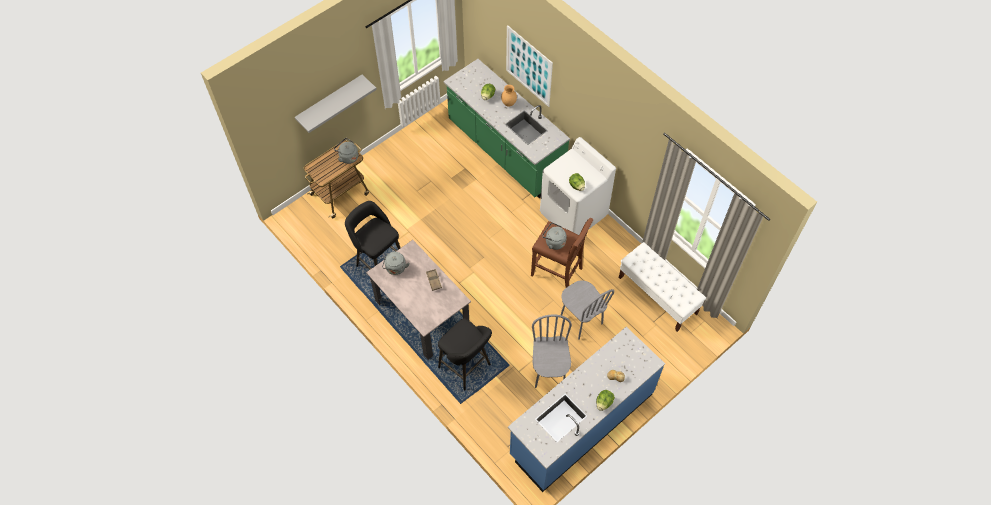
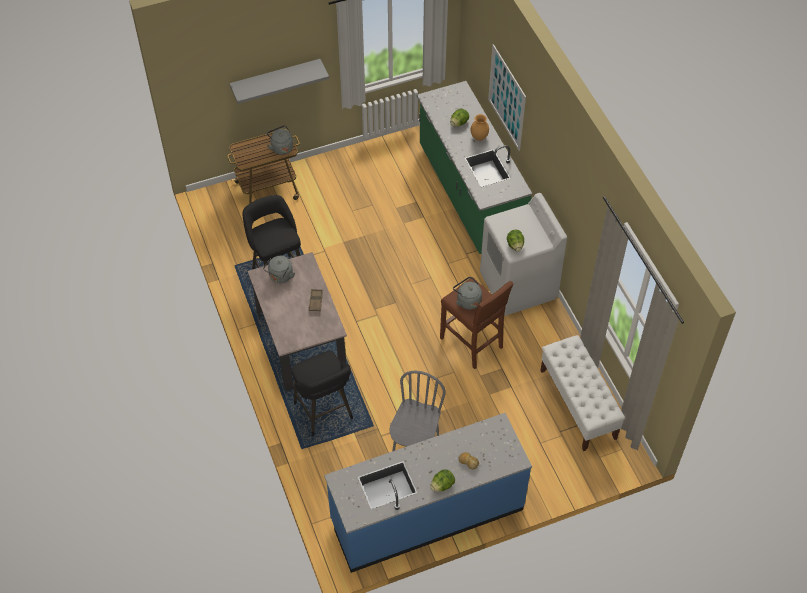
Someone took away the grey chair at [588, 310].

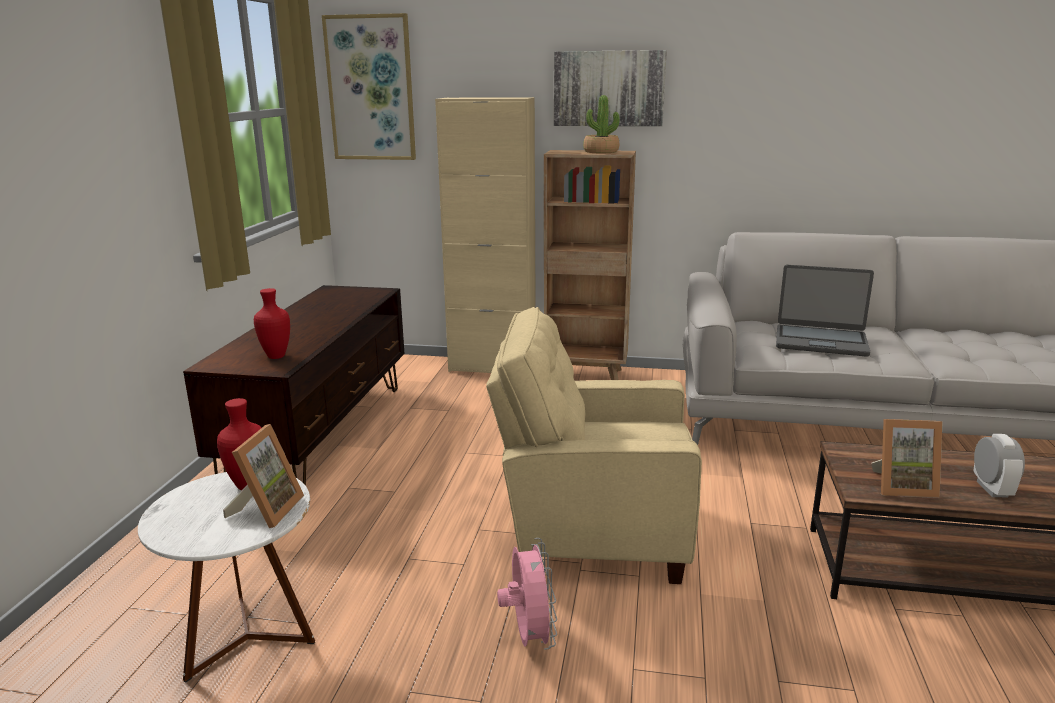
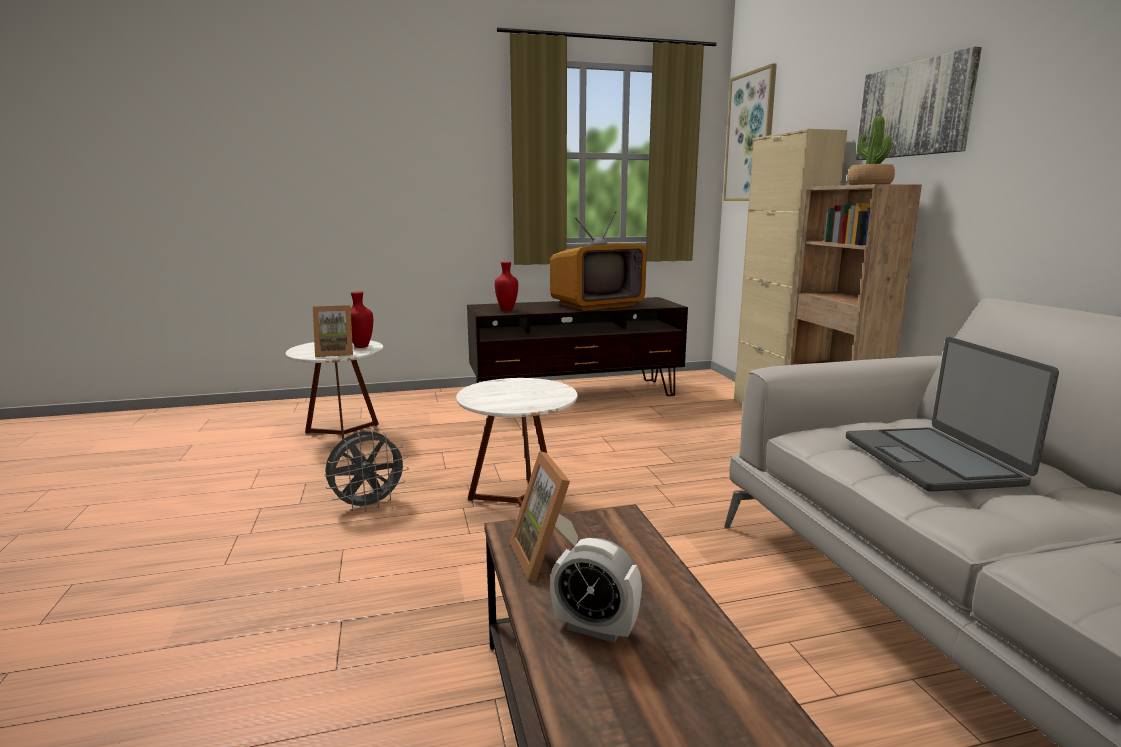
Someone repainted the pink fan at [527, 594], which became the grey fan at [366, 471]. Someone swapped the beige armchair at [594, 445] for the white side table at [517, 443]. Someone put down the television at [598, 261]. Someone rotated the alarm clock at [999, 465] by 45 degrees clockwise.

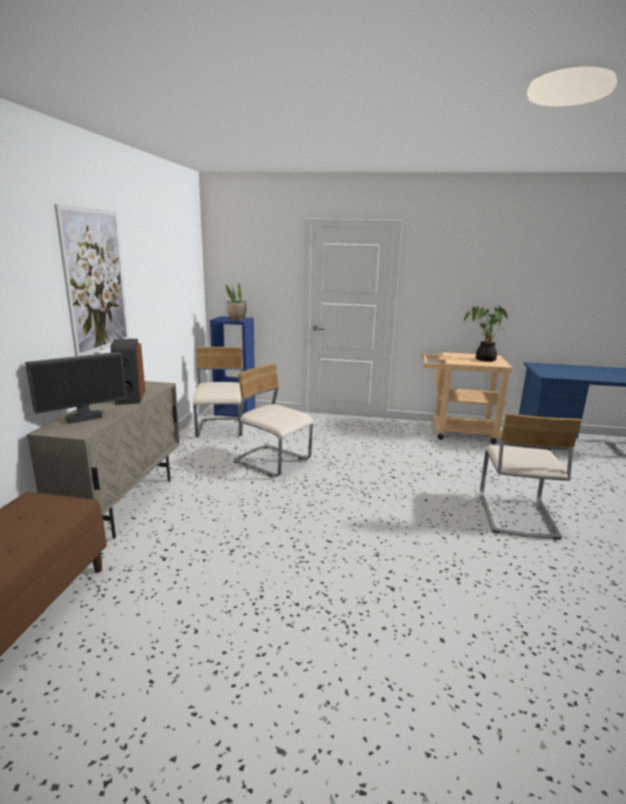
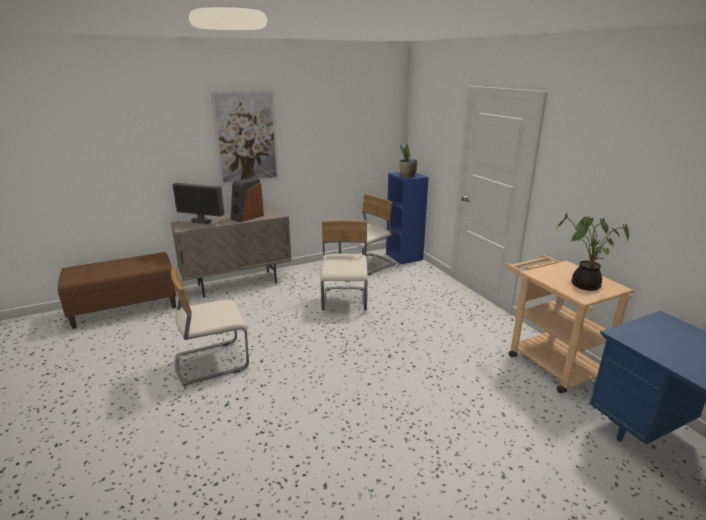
Someone carried the beige chair from [531, 476] to [210, 326].

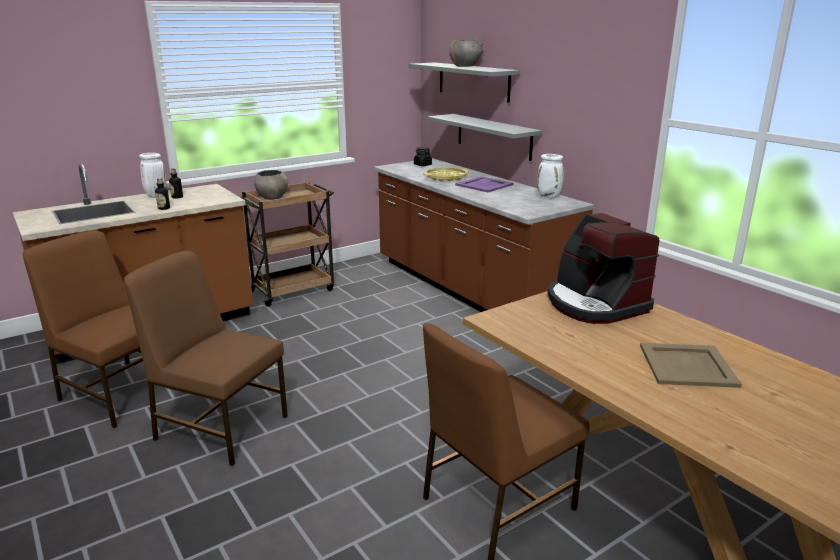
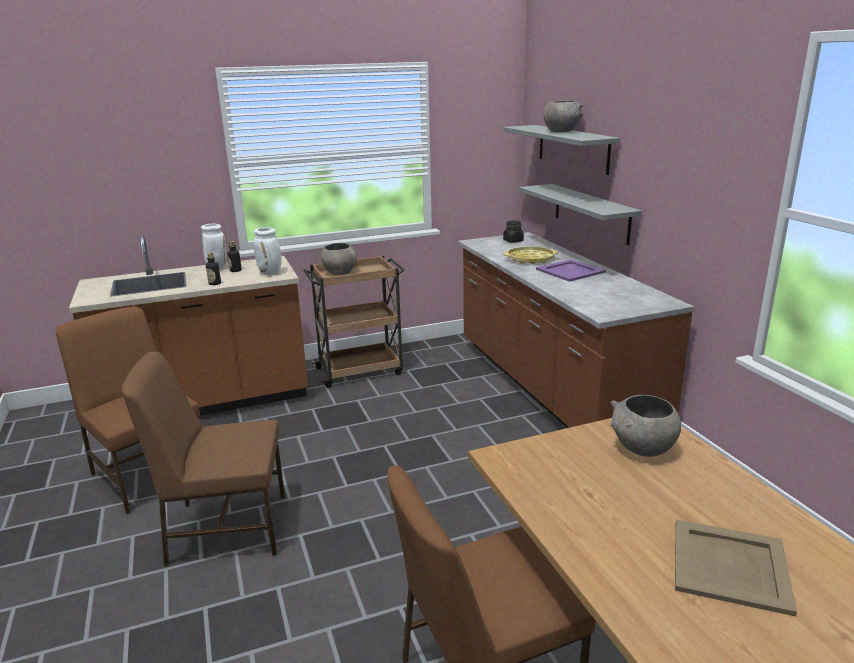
Someone rotated the brown chair at [206, 358] by 45 degrees counterclockwise. Someone carried the white vase from [550, 176] to [267, 251]. Someone swapped the coffee machine at [603, 268] for the grey bowl at [645, 426].

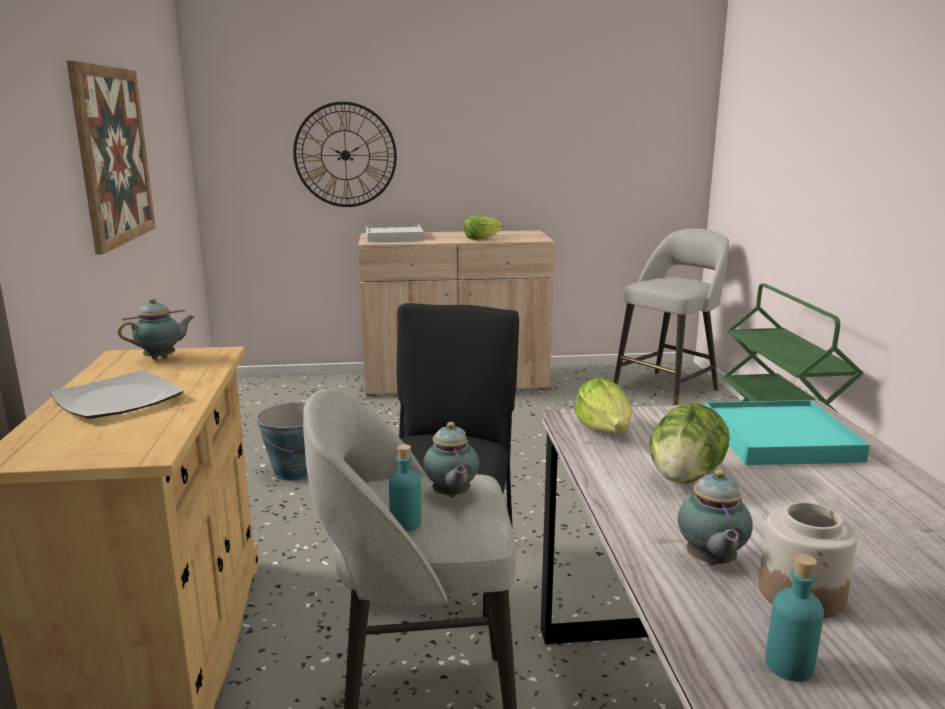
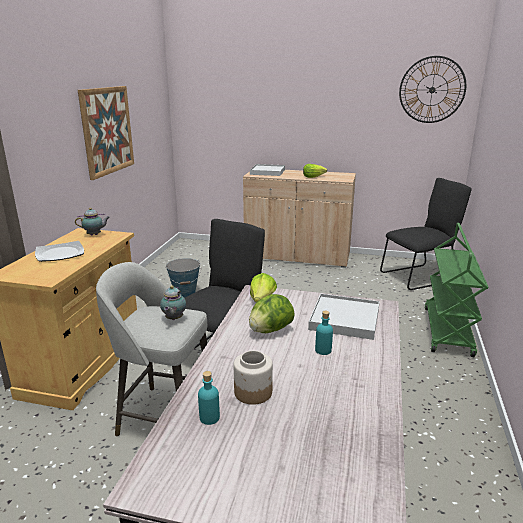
Someone repainted the turquoise tray at [787, 432], which became the white tray at [344, 317]. Someone carried the turquoise bottle from [405, 487] to [324, 333]. Someone swapped the grey stool at [671, 317] for the black chair at [426, 234]. Someone carried the wall clock from [345, 154] to [432, 89]. Someone took away the teapot at [715, 517].

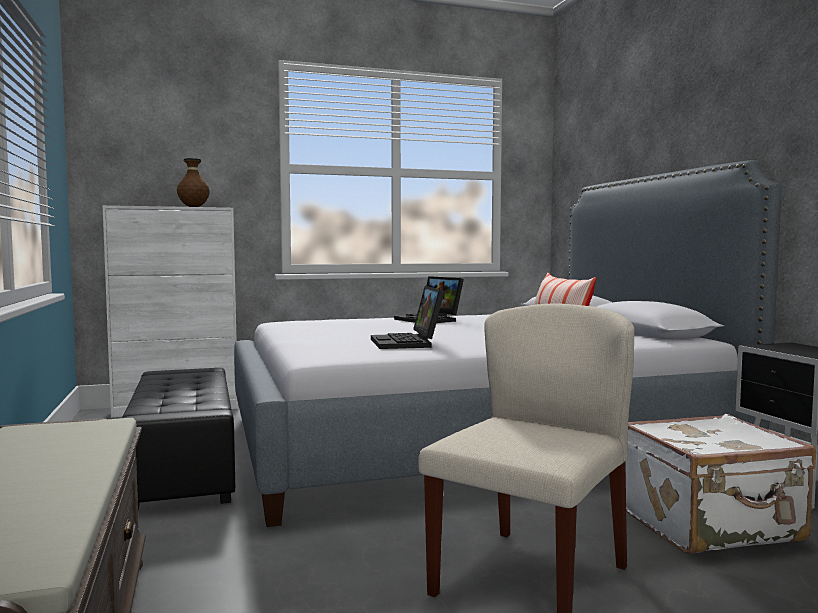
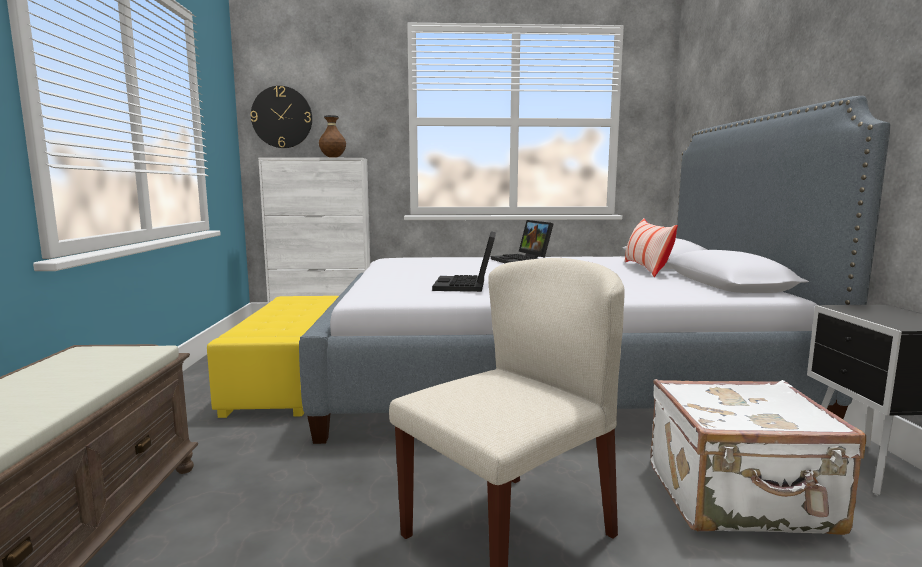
Someone repainted the black ottoman at [178, 439], which became the yellow ottoman at [273, 357]. Someone put up the wall clock at [281, 117].

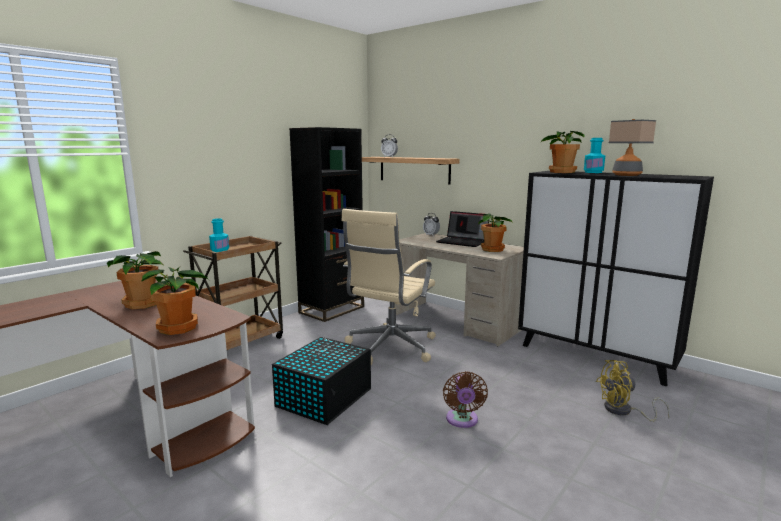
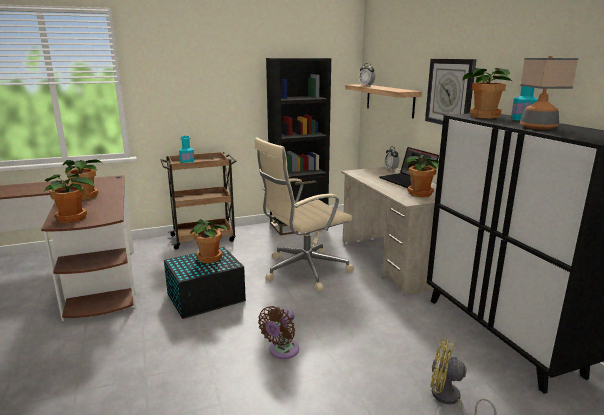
Someone put down the potted plant at [209, 241]. Someone put up the wall clock at [450, 92].

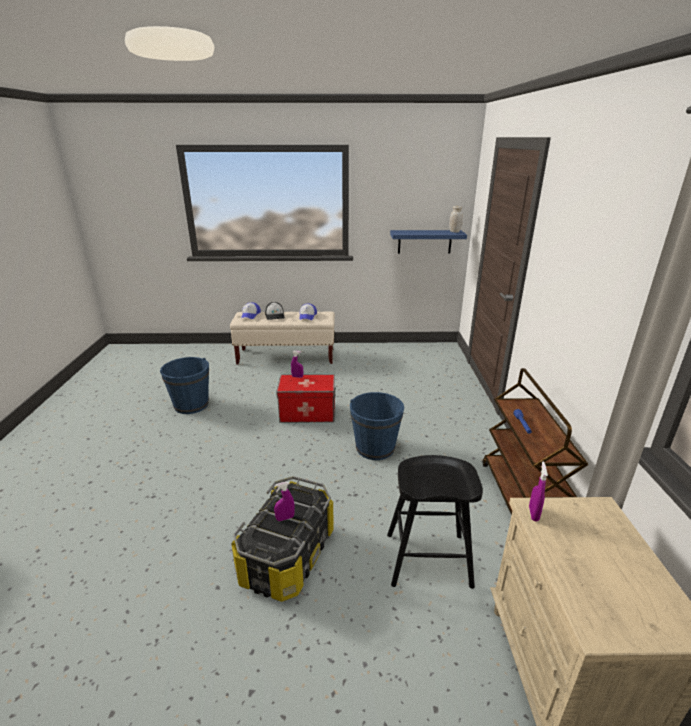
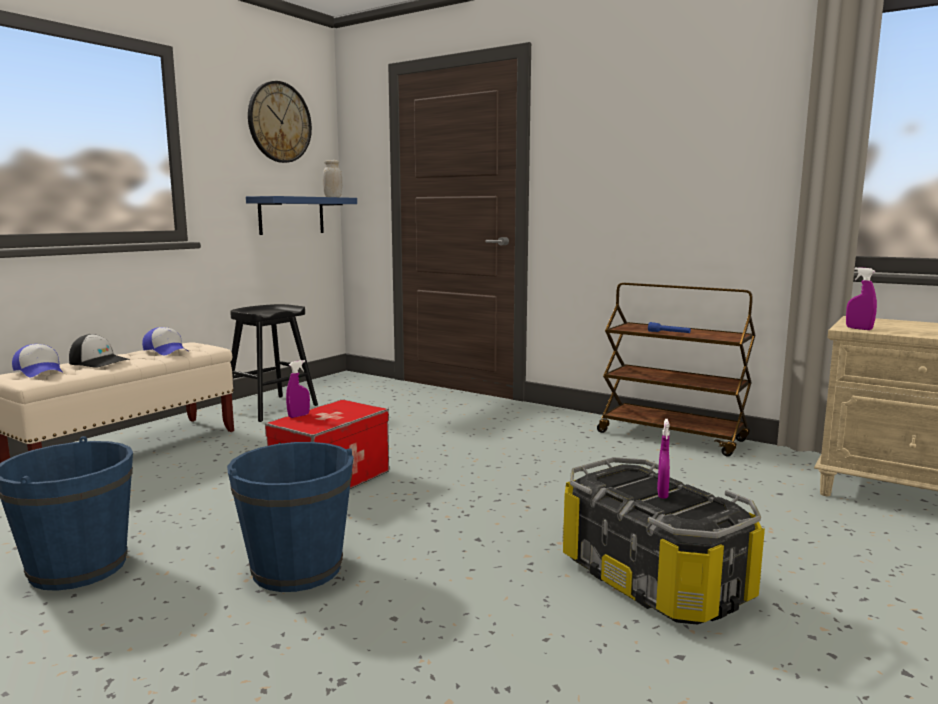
Someone carried the blue bucket from [377, 426] to [290, 517]. Someone carried the black stool from [435, 522] to [274, 363]. Someone put up the wall clock at [280, 122].

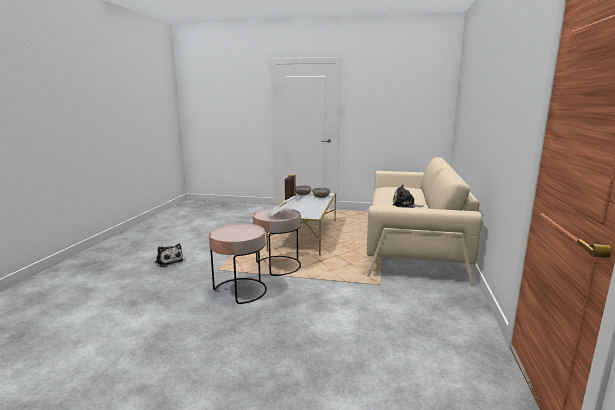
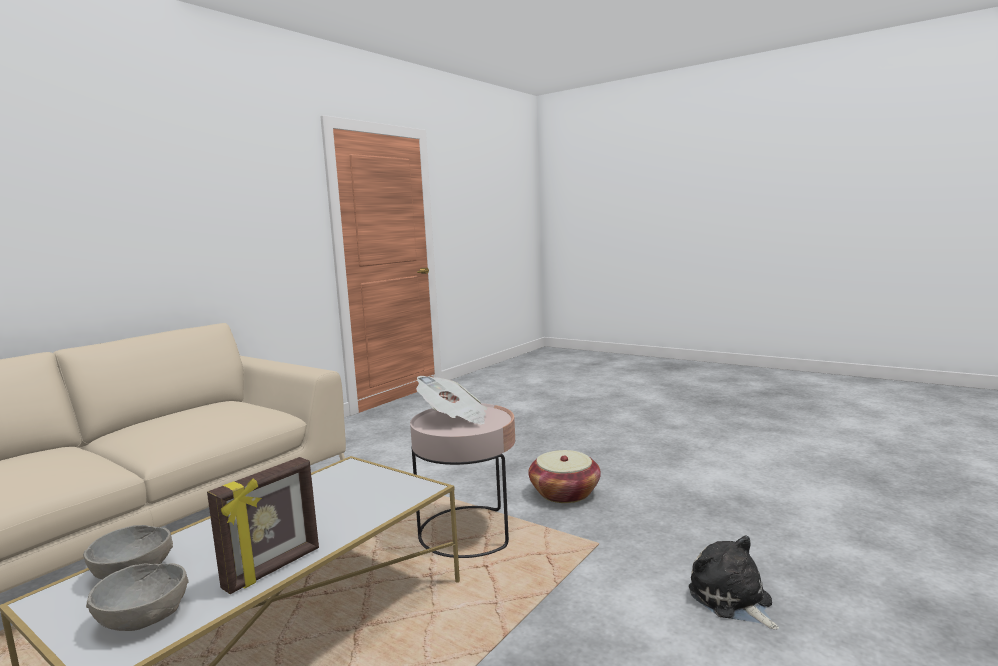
Someone swapped the pink side table at [238, 264] for the basket at [564, 476]. Someone took away the plush toy at [408, 196].

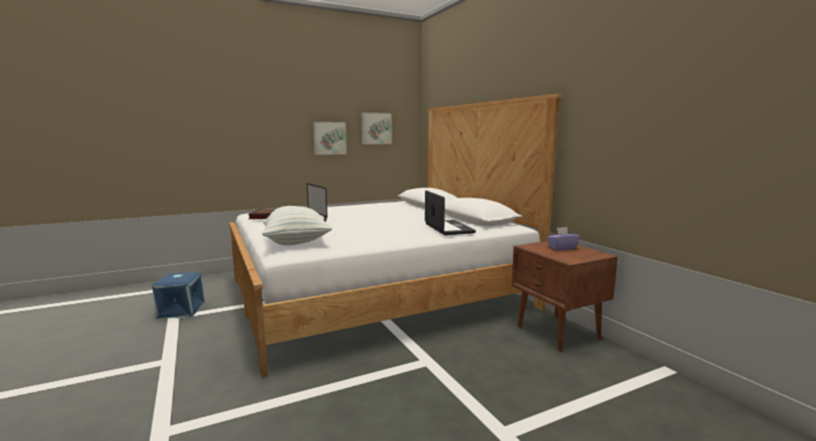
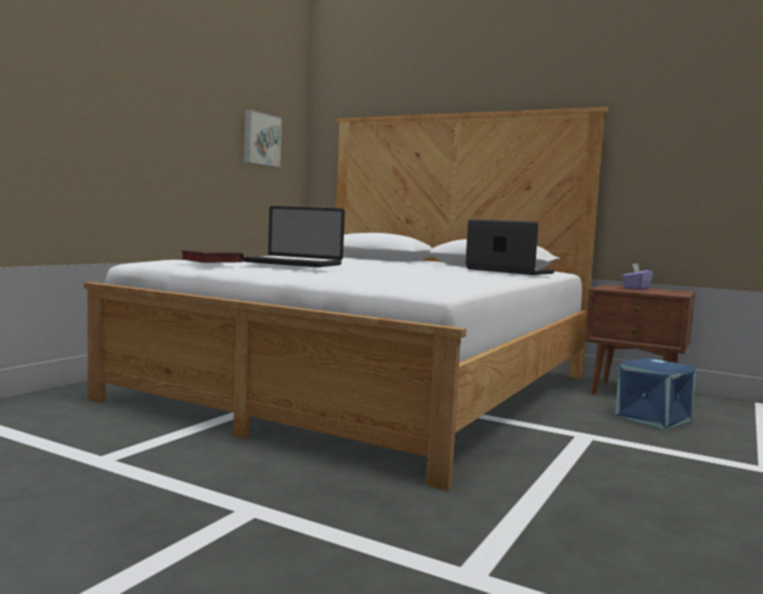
Someone carried the blue storage box from [178, 295] to [655, 393]. Someone took away the pillow at [297, 226]. Someone took away the picture at [330, 138].

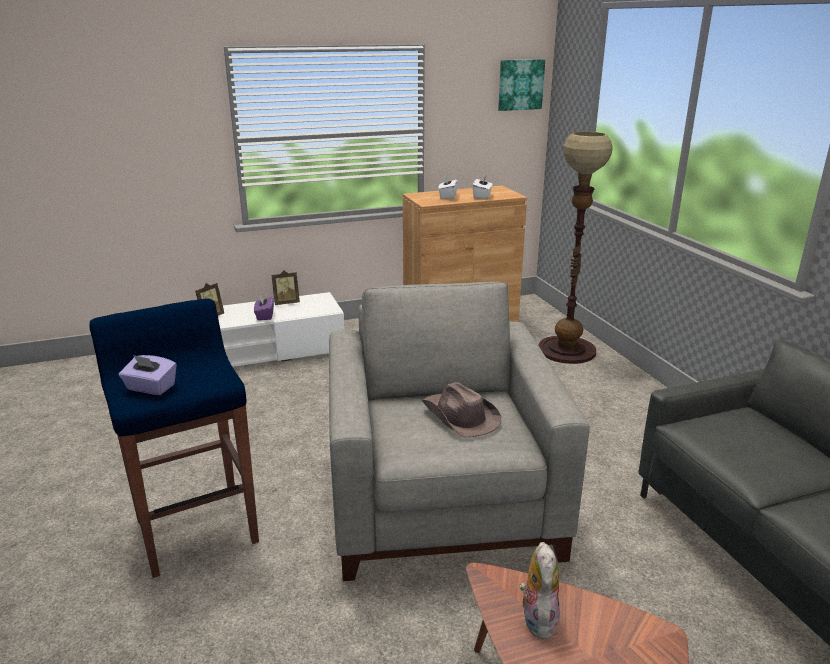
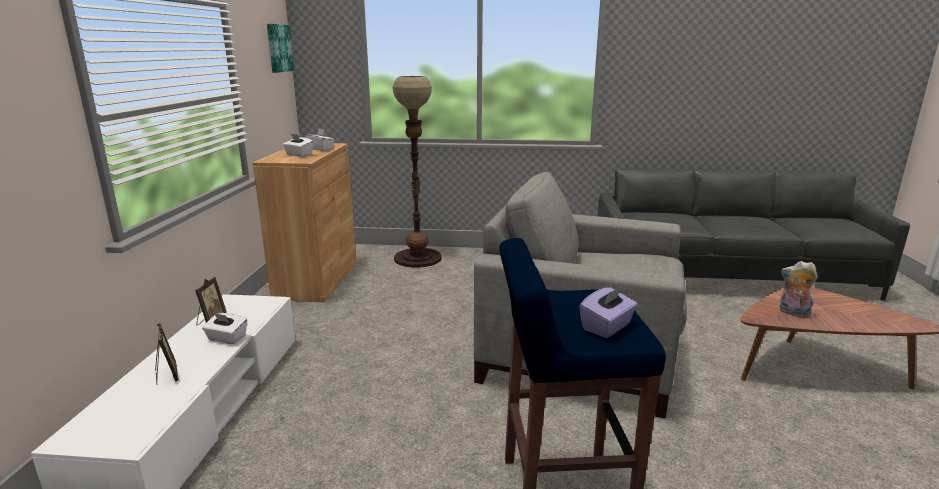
Someone repainted the purple tissue box at [264, 307], which became the white tissue box at [224, 328]. Someone took away the brown hat at [461, 410].

